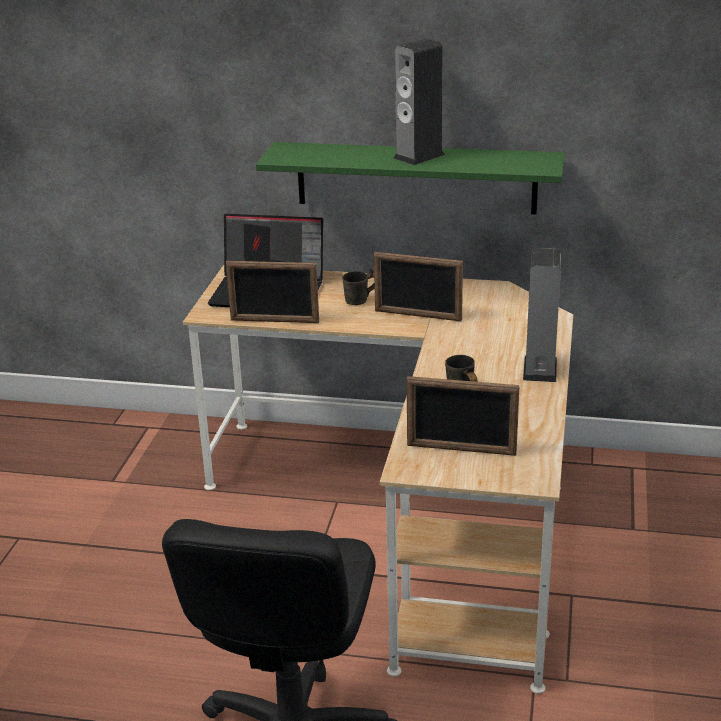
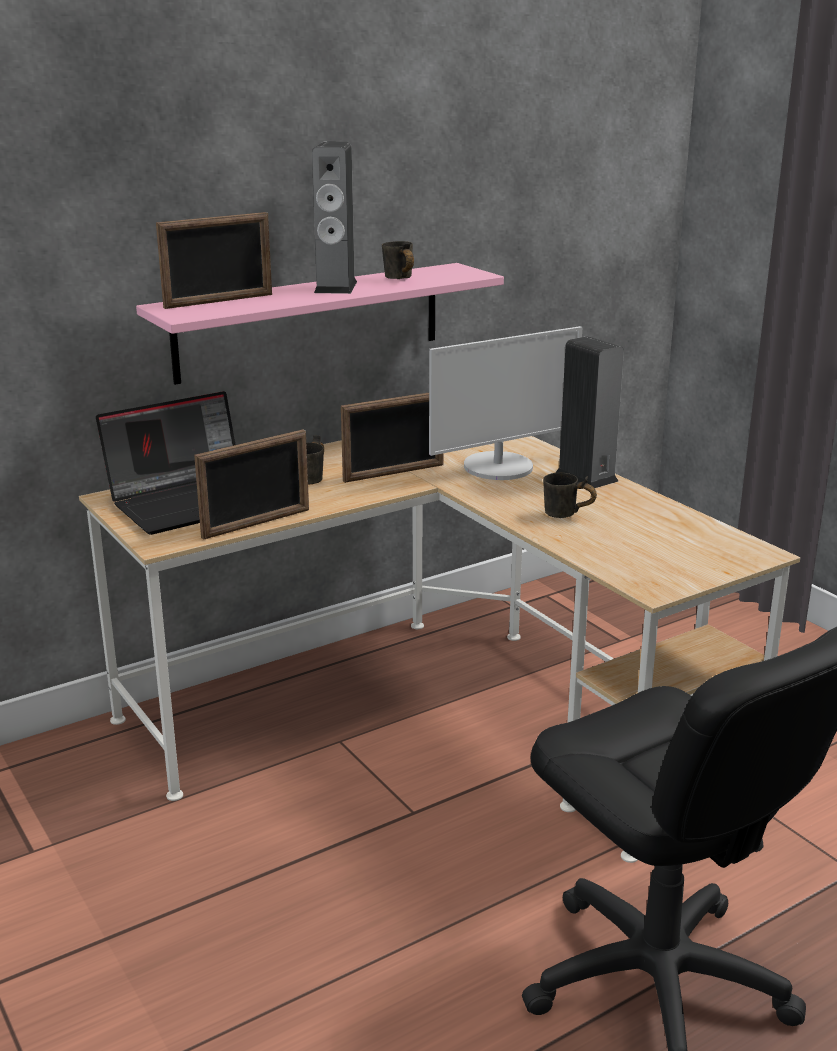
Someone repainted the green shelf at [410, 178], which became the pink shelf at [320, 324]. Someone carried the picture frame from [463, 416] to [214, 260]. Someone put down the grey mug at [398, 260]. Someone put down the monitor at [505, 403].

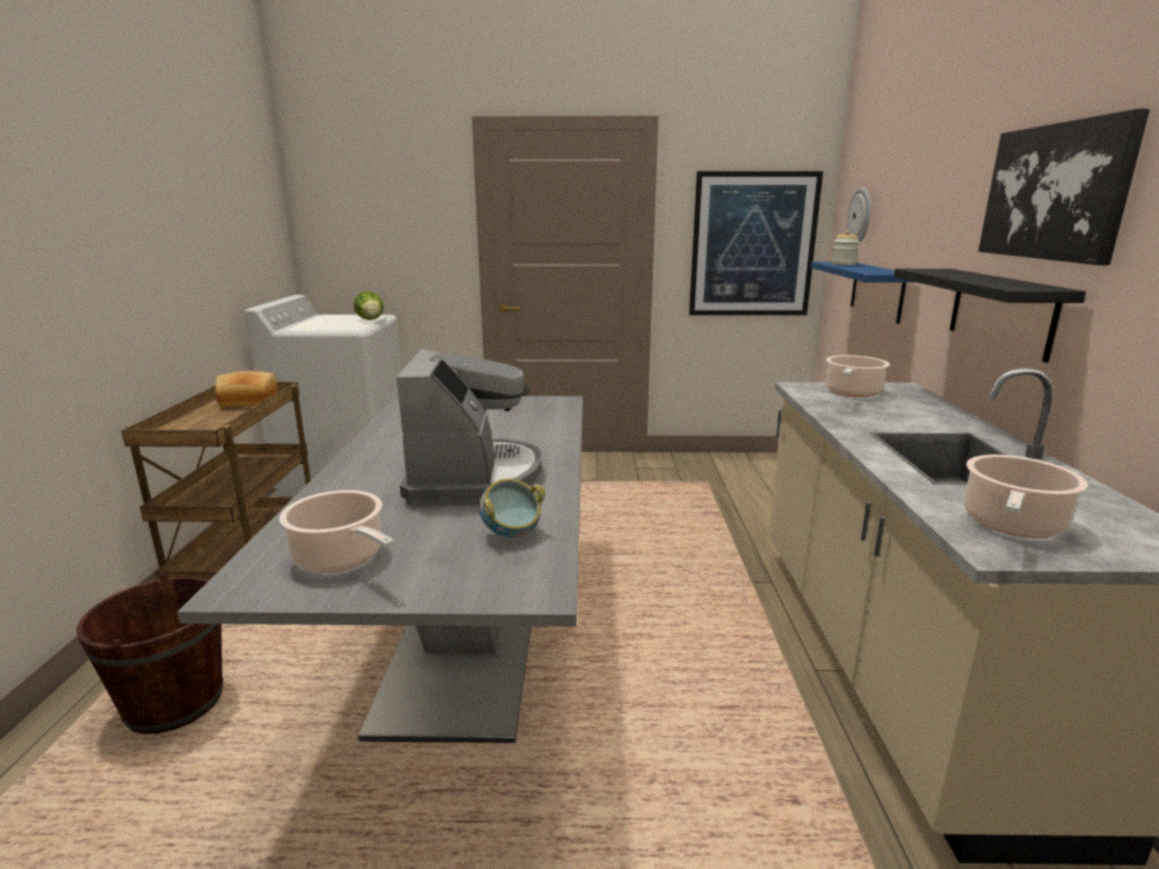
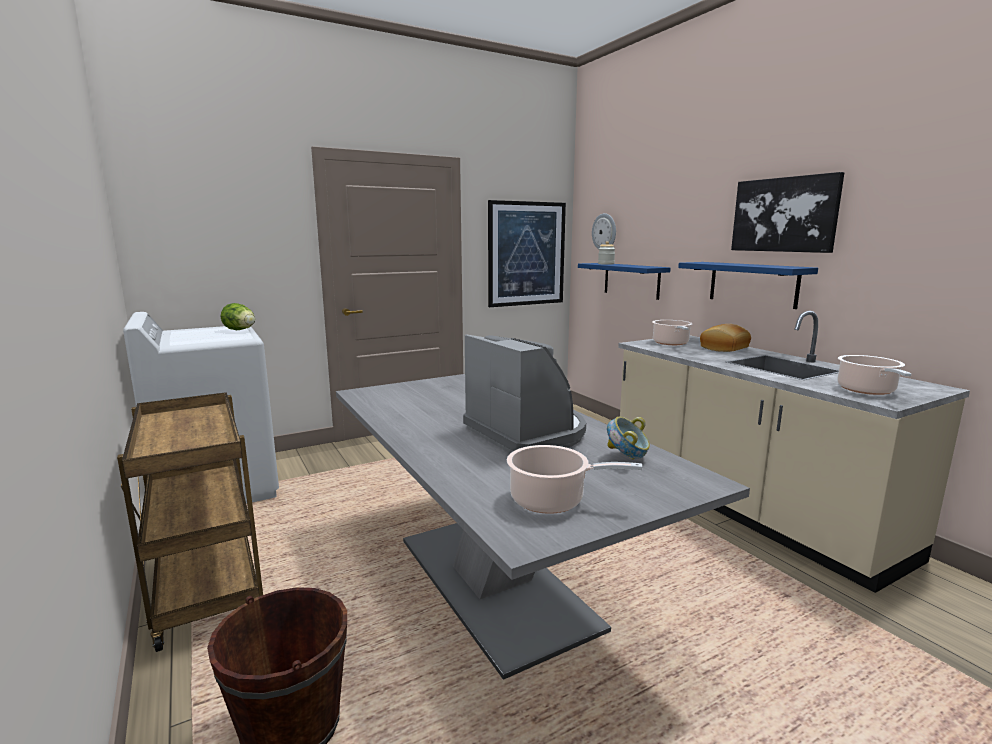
Someone repainted the black shelf at [990, 316], which became the blue shelf at [748, 285]. Someone carried the bread from [246, 389] to [725, 338].

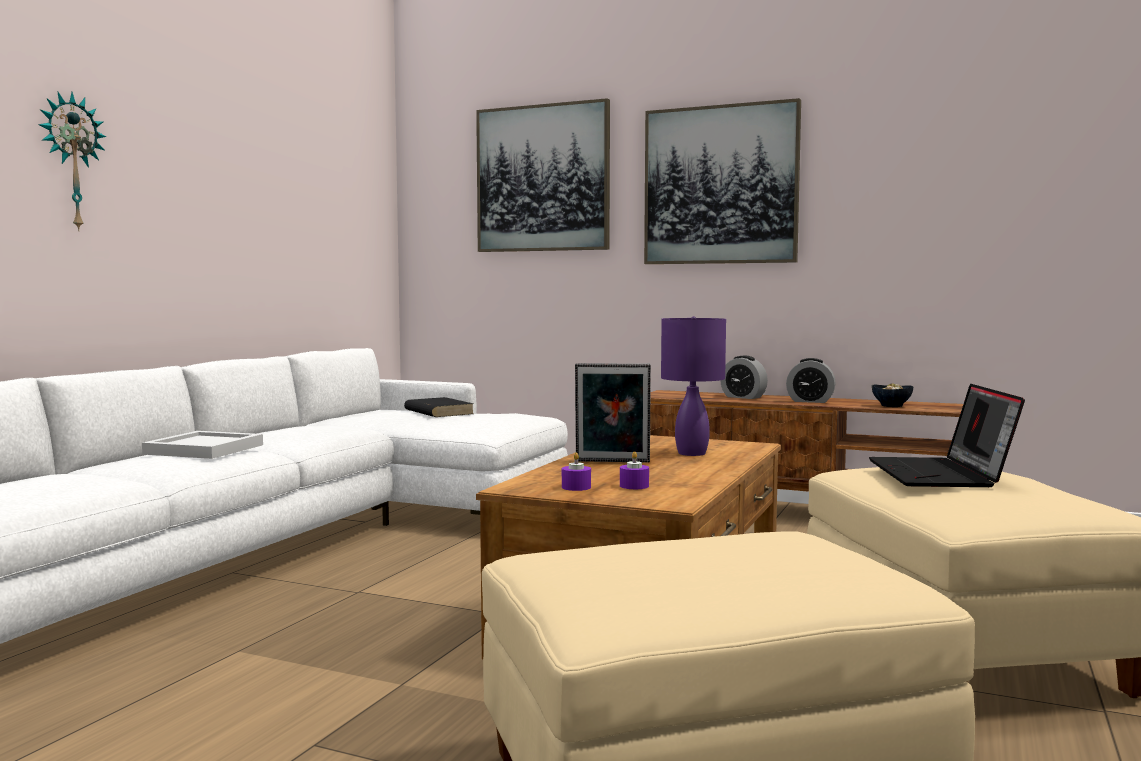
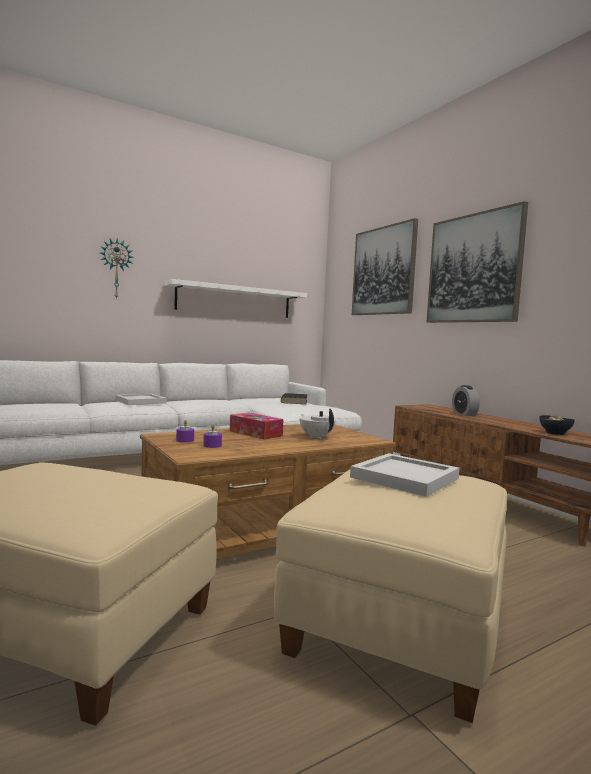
Someone put up the white shelf at [236, 298]. Someone swapped the picture frame at [613, 413] for the tissue box at [257, 426]. Someone swapped the purple table lamp at [693, 386] for the white teapot at [318, 423]. Someone swapped the laptop at [947, 435] for the white tray at [404, 475]. Someone took away the alarm clock at [811, 380].

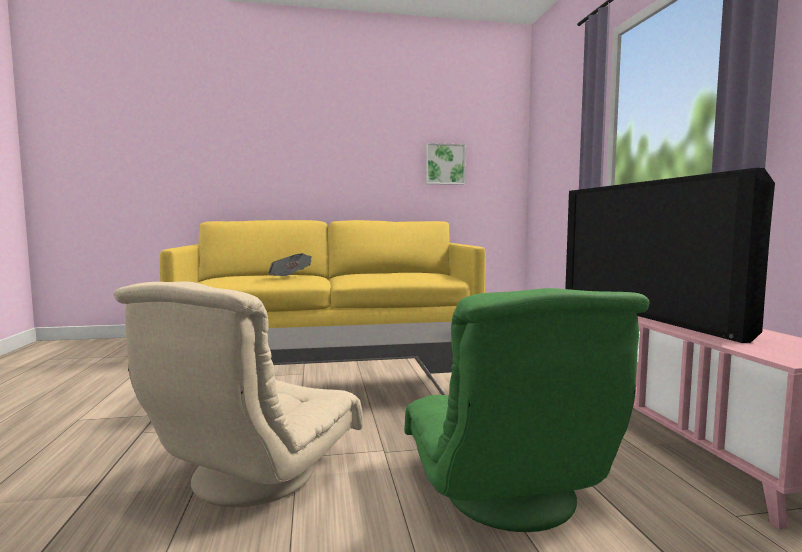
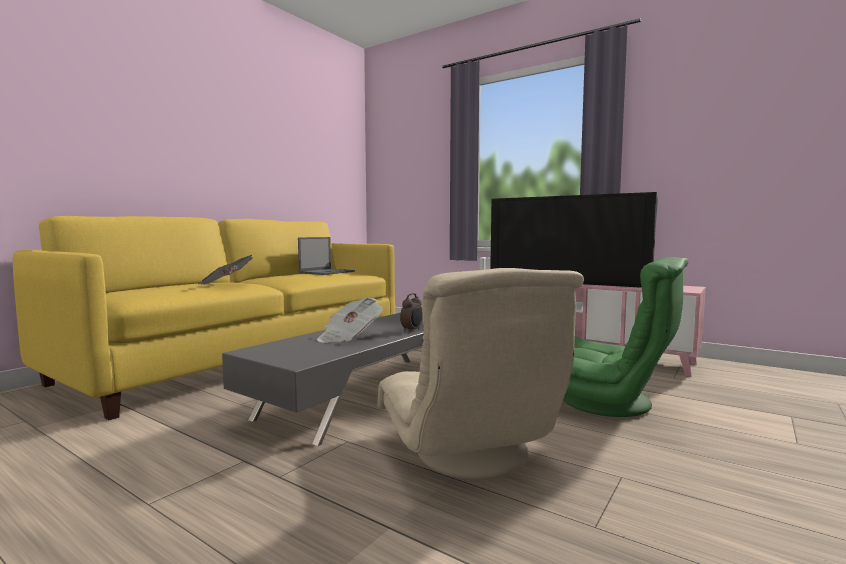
Someone put down the laptop at [326, 256]. Someone put down the newspaper at [350, 320]. Someone put down the alarm clock at [411, 312]. Someone took away the picture at [445, 164].

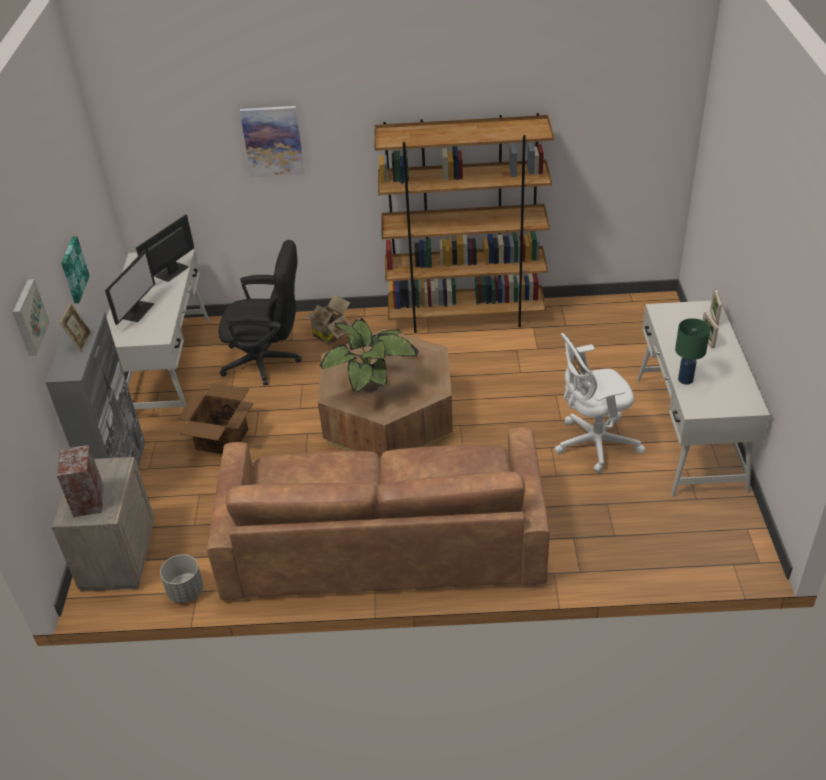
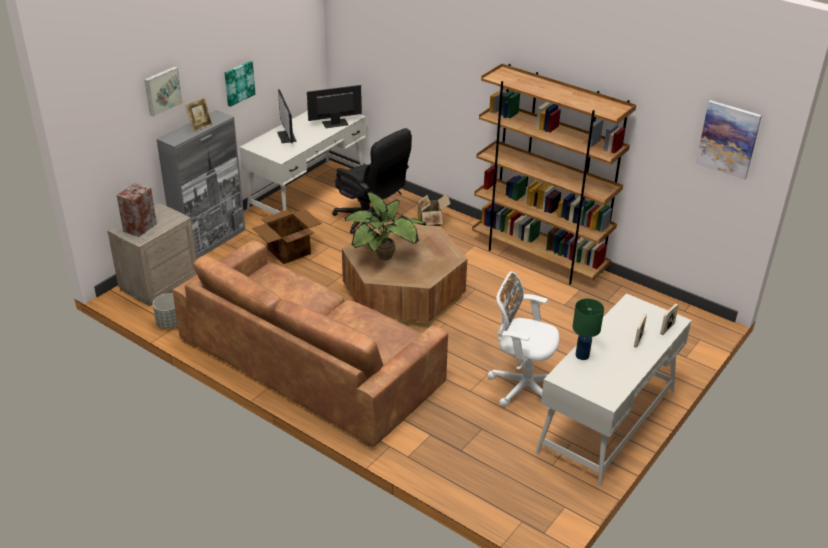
Someone rotated the monitor at [130, 287] by 105 degrees clockwise. Someone carried the picture from [272, 141] to [729, 140].

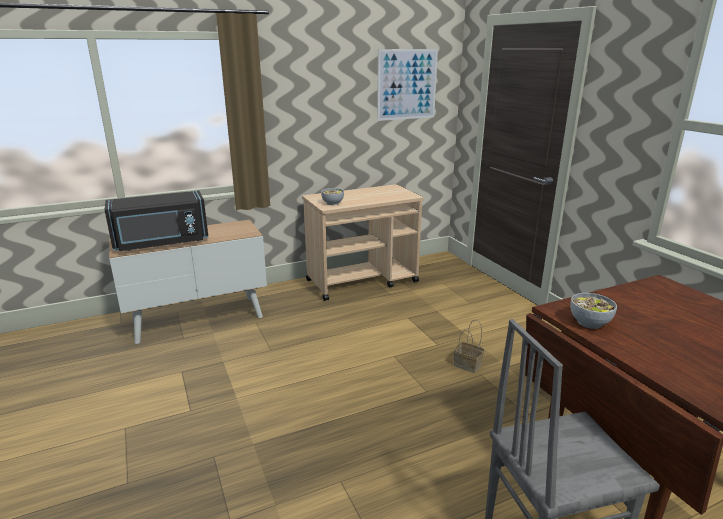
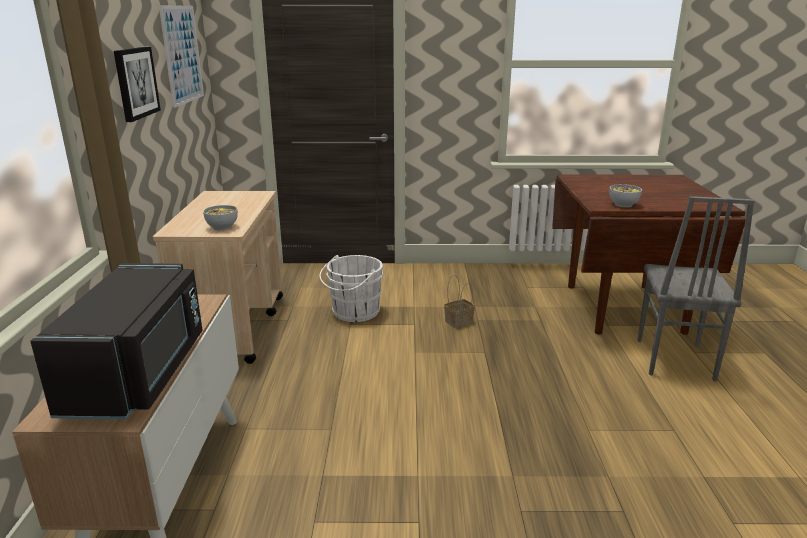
Someone put up the picture at [137, 84]. Someone put down the white bucket at [351, 288].

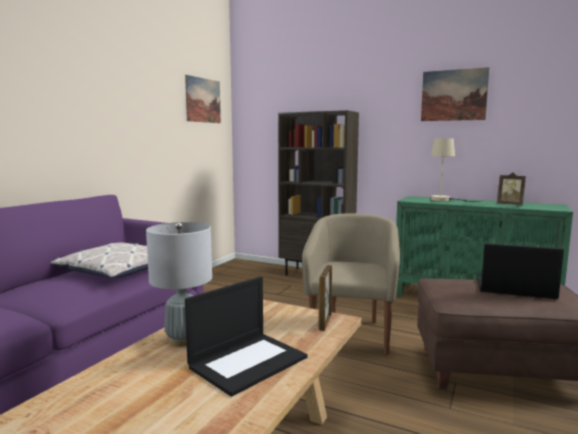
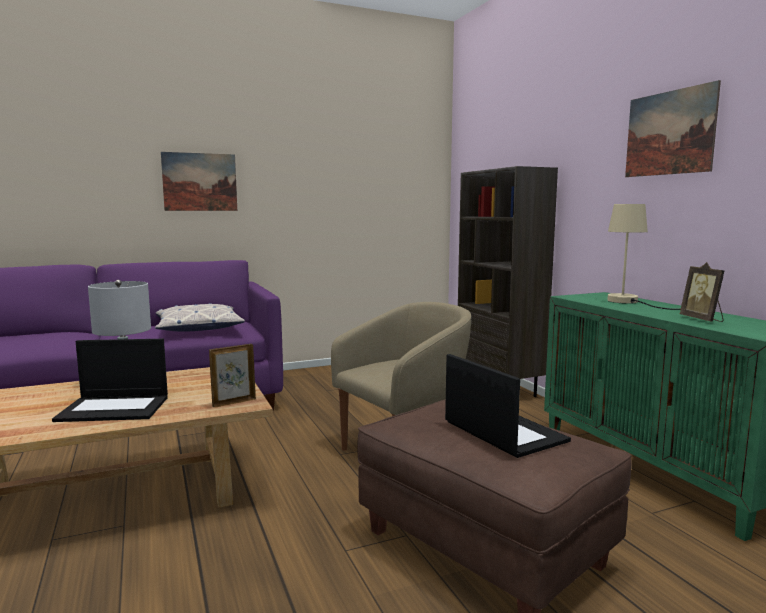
Someone carried the picture from [203, 99] to [199, 181].

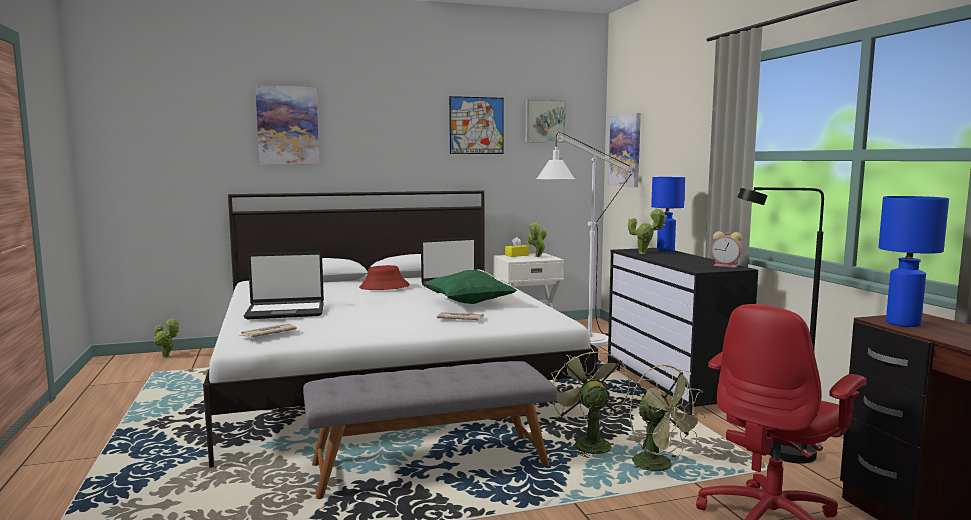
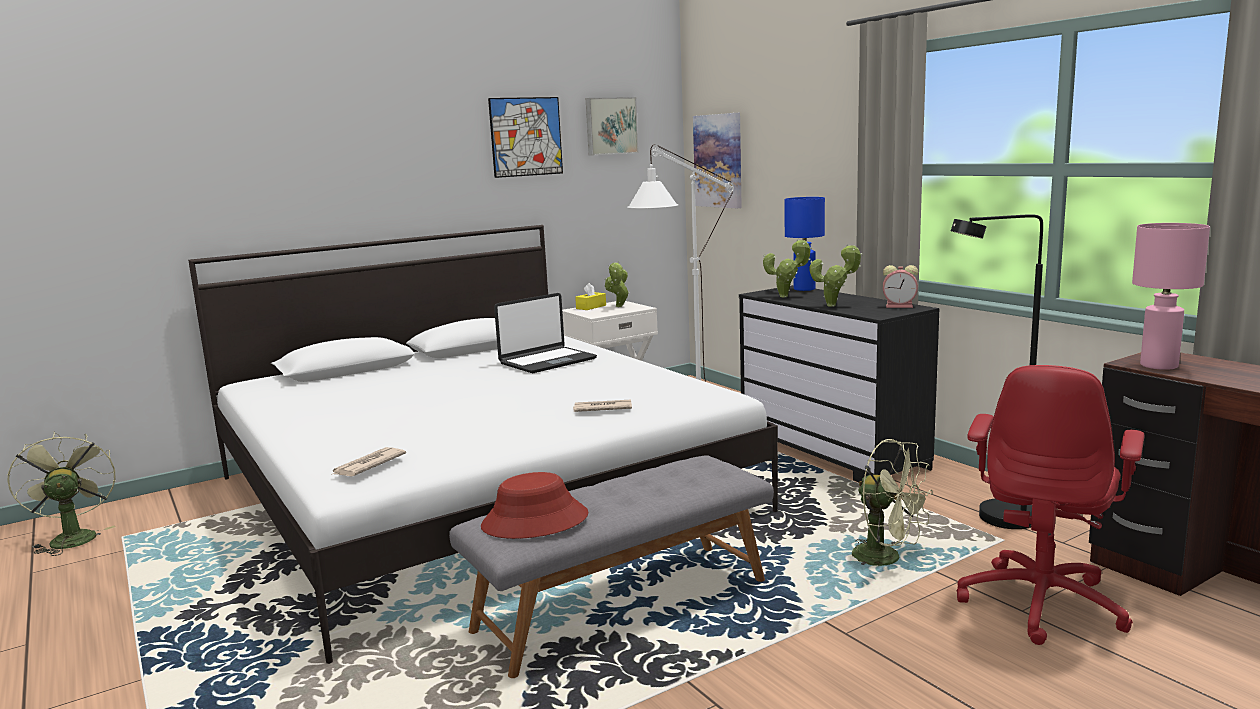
Someone carried the green fan from [590, 402] to [61, 493]. Someone carried the red hat from [384, 277] to [534, 505]. Someone carried the potted plant from [166, 338] to [836, 275]. Someone repainted the blue table lamp at [913, 261], which became the pink table lamp at [1171, 296]. Someone took away the laptop at [284, 285]. Someone took away the picture at [287, 125]. Someone took away the green pillow at [471, 287].

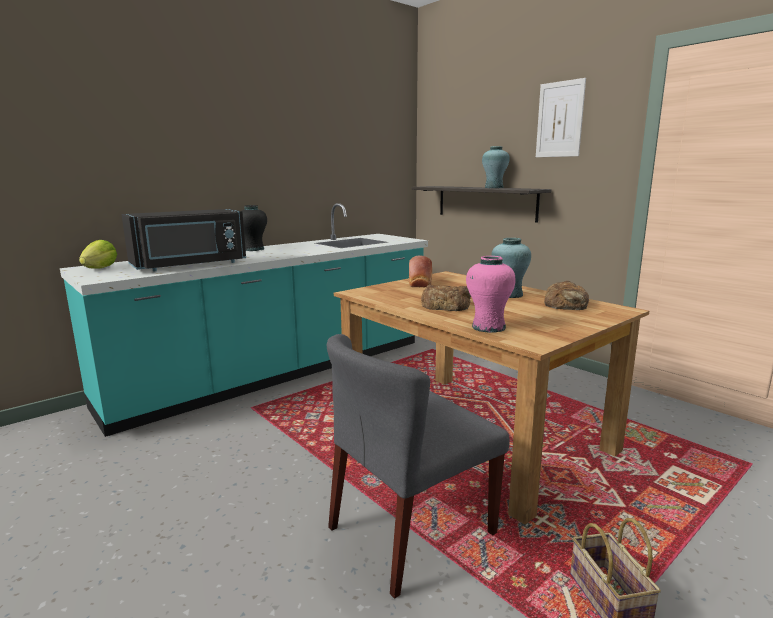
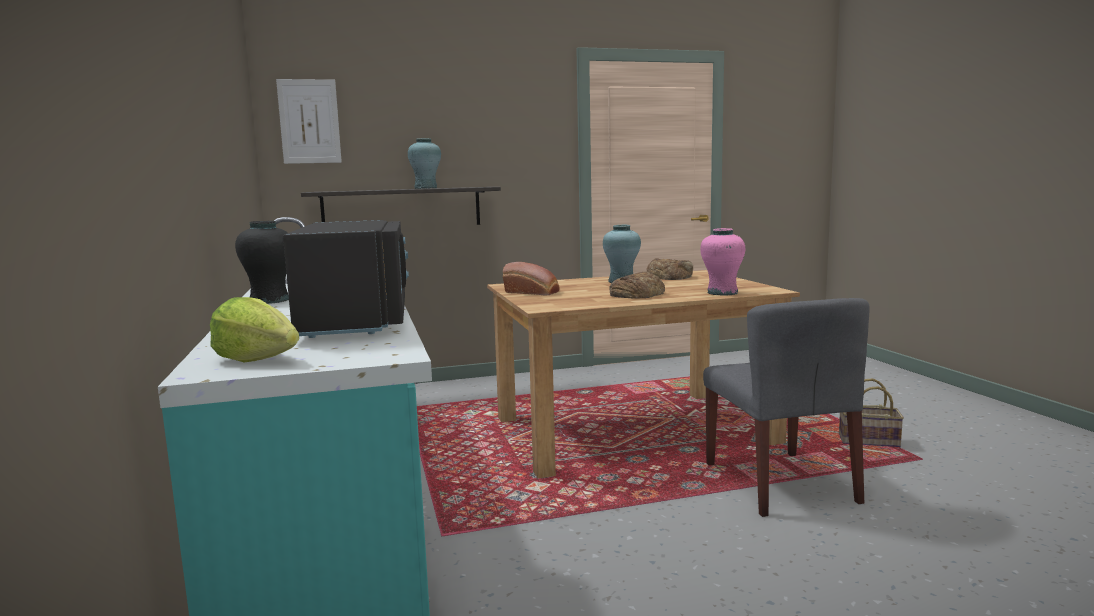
Someone carried the picture from [561, 117] to [309, 121].

